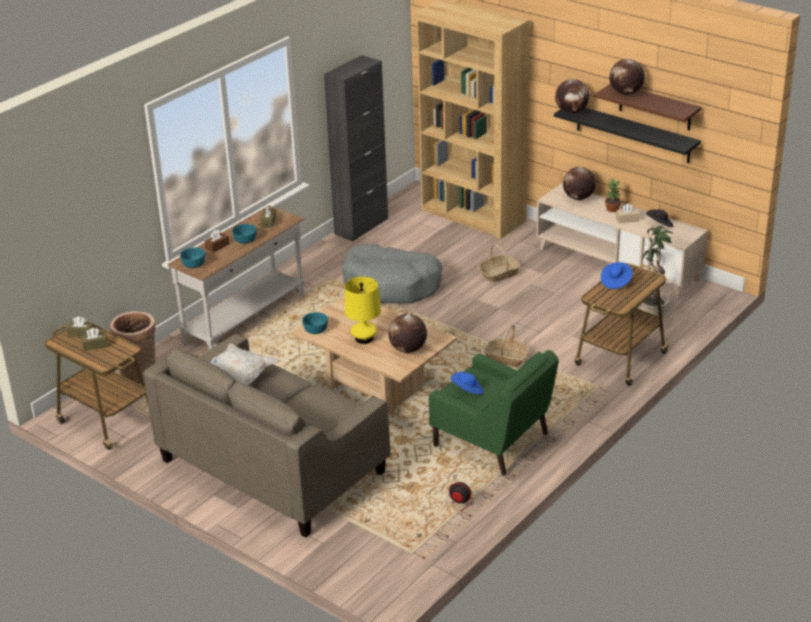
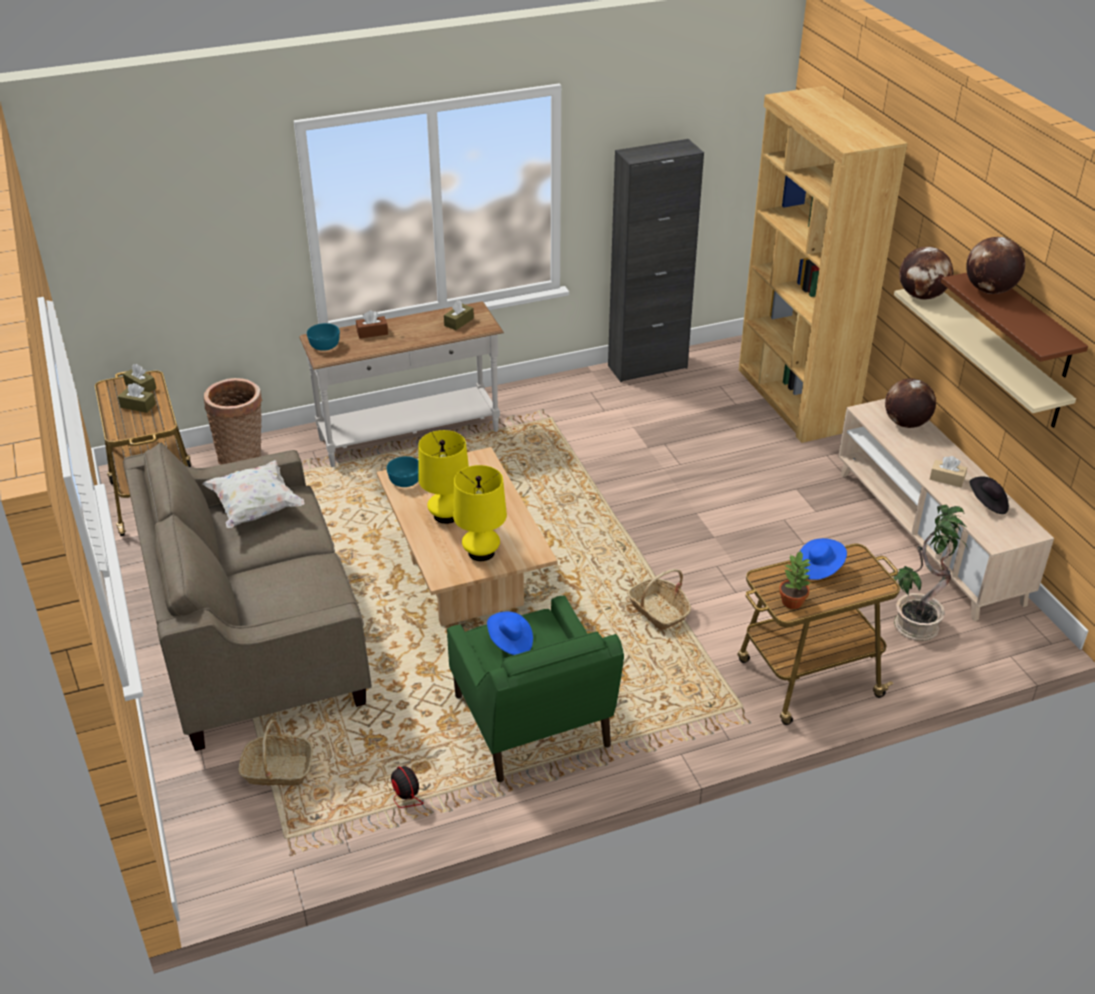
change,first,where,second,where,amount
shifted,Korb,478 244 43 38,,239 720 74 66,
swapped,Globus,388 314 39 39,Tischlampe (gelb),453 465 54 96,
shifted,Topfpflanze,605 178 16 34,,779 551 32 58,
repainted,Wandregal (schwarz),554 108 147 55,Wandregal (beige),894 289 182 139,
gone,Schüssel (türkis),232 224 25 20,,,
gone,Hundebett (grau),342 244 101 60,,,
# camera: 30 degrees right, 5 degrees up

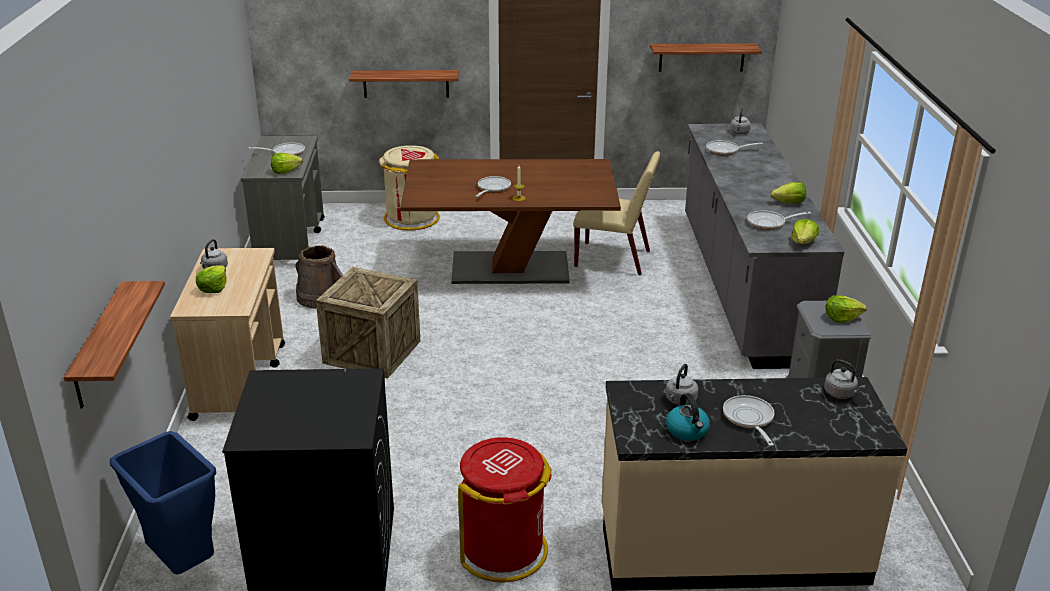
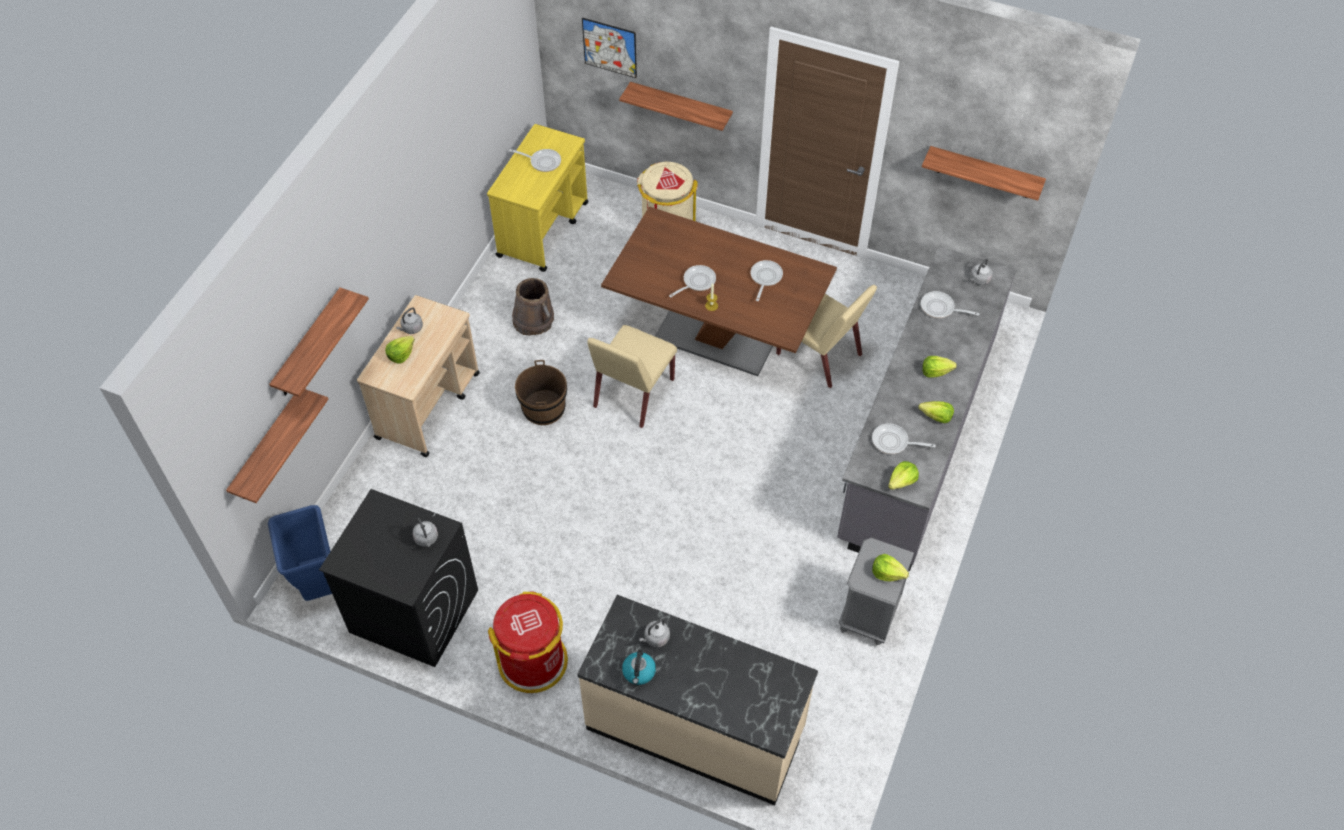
change,first,where,second,where,amount
new,,,Wandregal,269 288 100 109,
shifted,Wasserkessel (grau),824 359 42 40,,412 518 26 29,
repainted,Rollwagen (grau),241 135 84 125,Rollwagen (gelb),487 124 101 148,
swapped,Kiste,316 267 104 112,Eimer (braun),515 360 52 65,
new,,,Bild,582 18 55 60,
new,,,Stuhl (beige),587 325 90 103,
shifted,Pfanne,723 395 52 51,,751 260 32 41,
shifted,Salatkopf,271 153 32 21,,922 356 35 22,
# camera: 25 degrees right, 25 degrees up

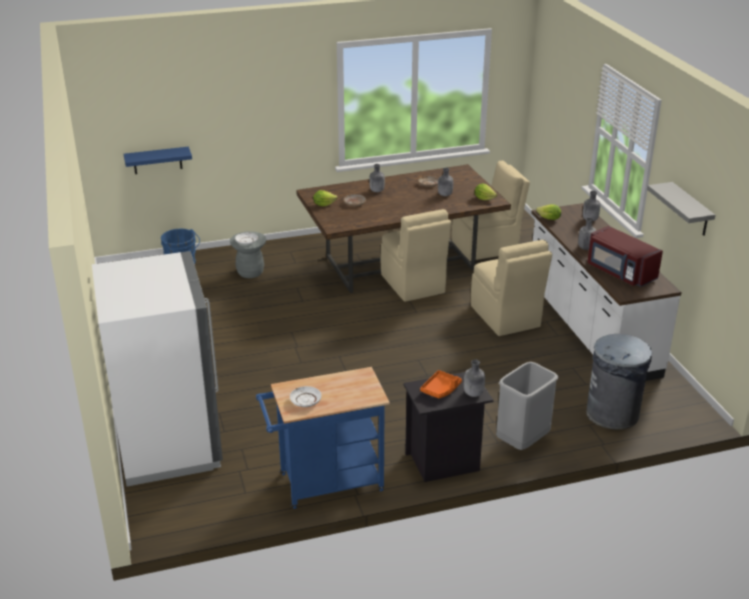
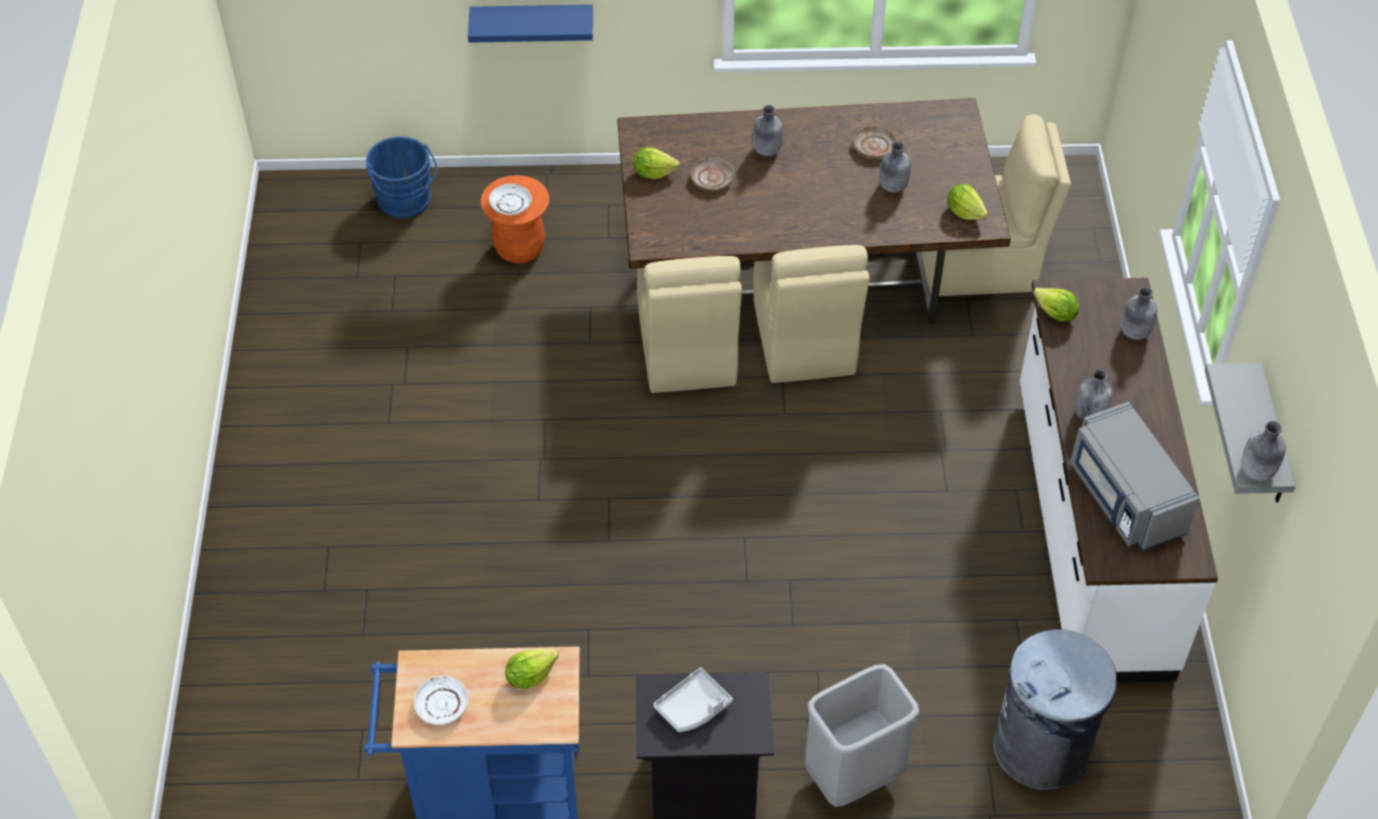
change,first,where,second,where,amount
shifted,Wandregal (blau),124 146 68 28,,468 4 125 39,
repainted,Hocker (grau),230 231 37 47,Hocker (orange),481 175 68 88,
new,,,Salatkopf,505 649 54 40,
shifted,Stuhl (beige),471 240 81 96,,637 256 105 137,
repainted,Tablett (orange),420 370 42 28,Tablett (grau),653 667 80 65,
repainted,Mikrowelle (rot),588 226 75 61,Mikrowelle (grau),1070 402 130 149,
shifted,Flasche (grau),464 359 21 38,,1241 421 45 60,
gone,Kühlschrank (weiß),92 251 131 236,,,
# camera: 15 degrees right, 20 degrees up

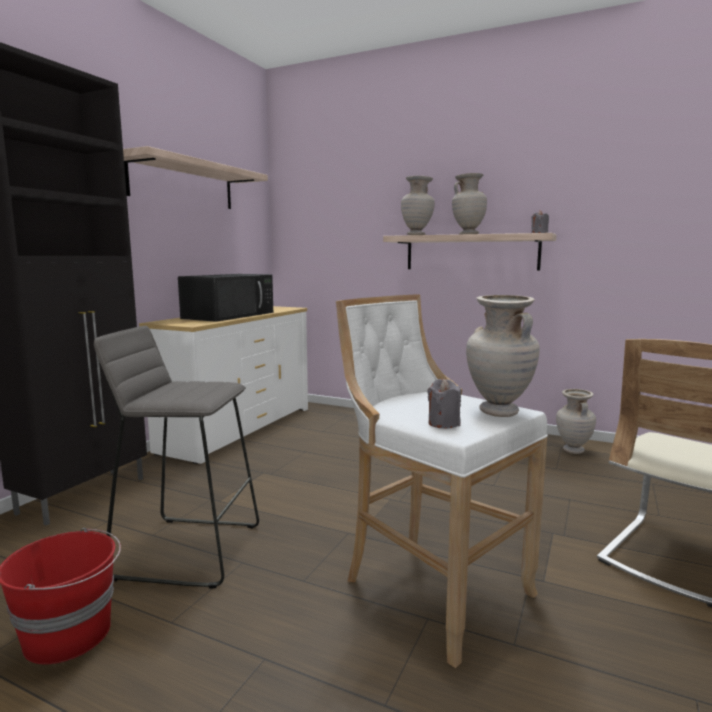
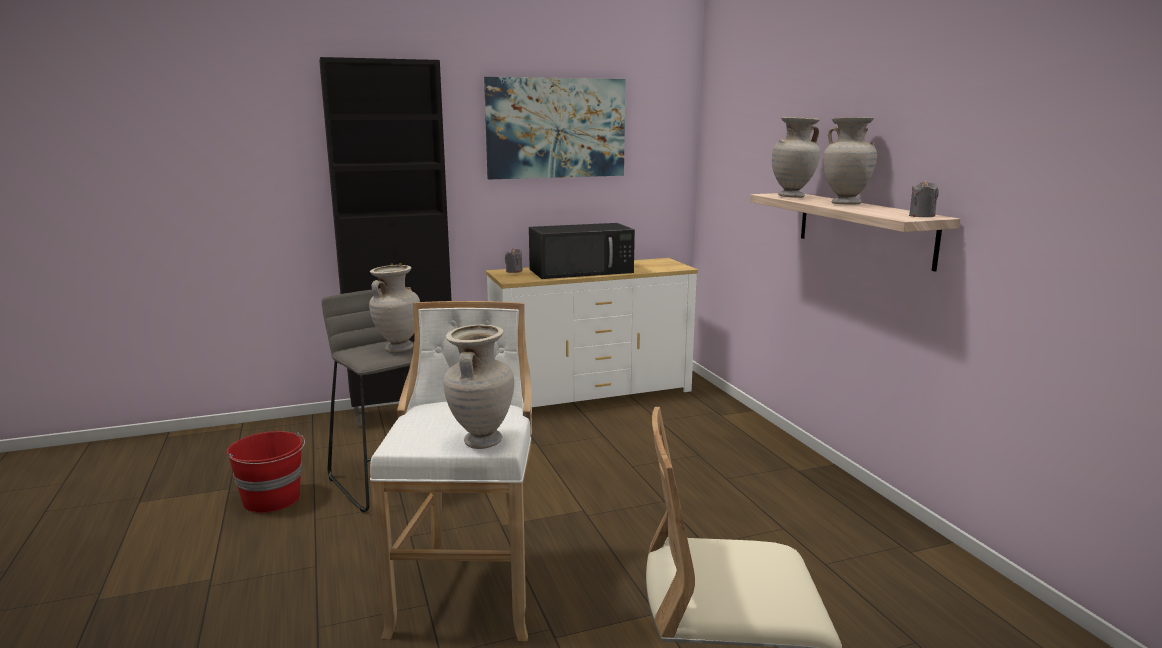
change,first,where,second,where,amount
shifted,Vase (beige),556 389 40 65,,369 265 51 87,
swapped,Wandregal,123 146 145 63,Bild,484 77 141 102,
shifted,Kerze (grau),428 379 33 49,,505 248 18 25,
# camera: 45 degrees right, 5 degrees up

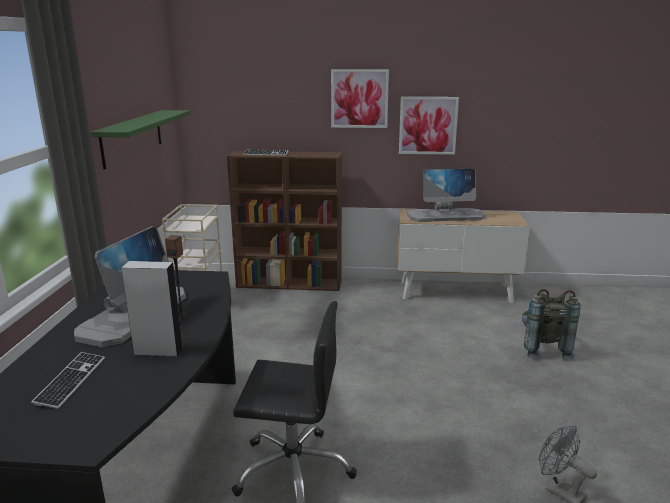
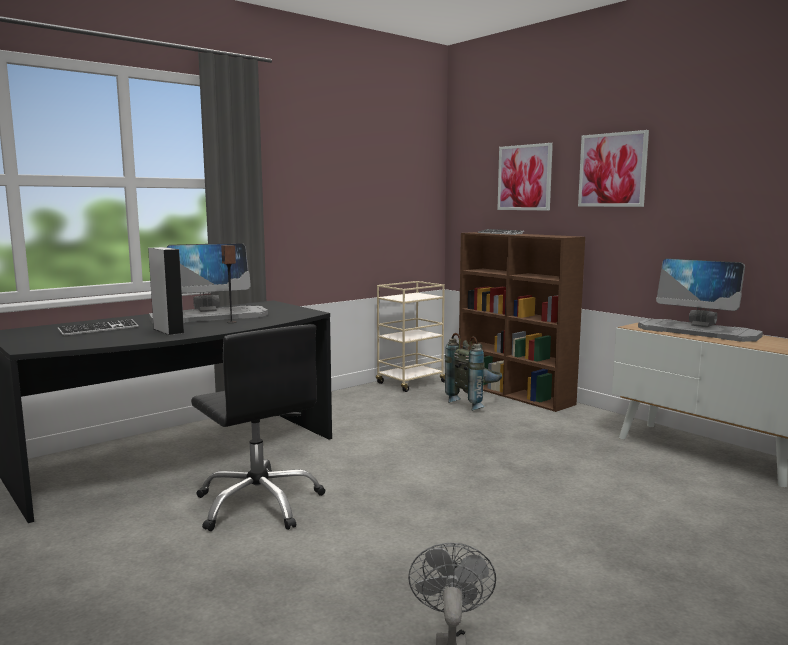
change,first,where,second,where,amount
shifted,Rucksack (grau),522 289 59 71,,445 333 57 78,
shifted,Bild,399 97 60 58,,497 143 56 68,
gone,Wandregal (grün),90 110 101 60,,,
# camera: 45 degrees right, 10 degrees down

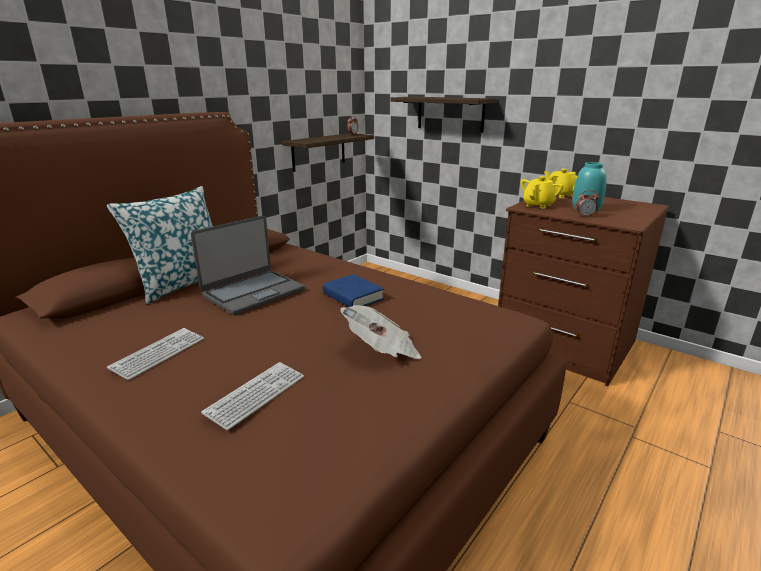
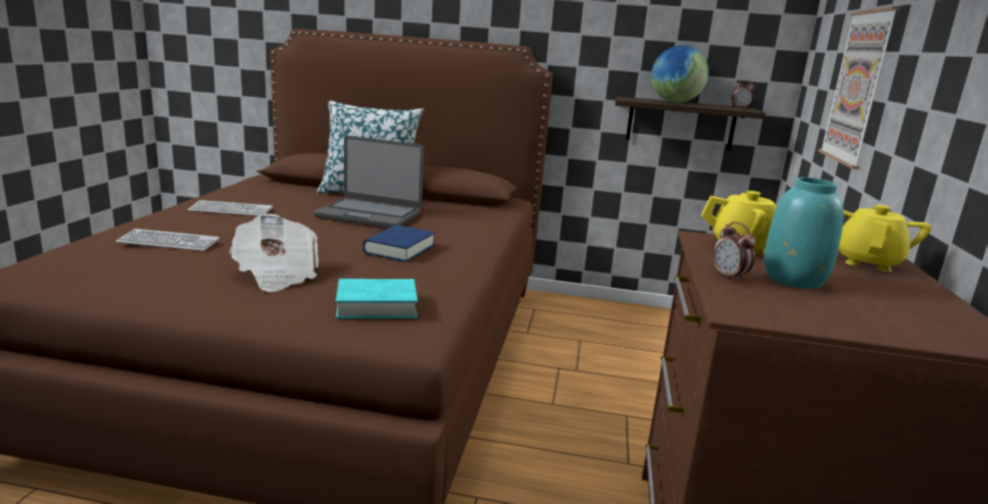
change,first,where,second,where,amount
new,,,Buch (türkis),336 279 82 40,
new,,,Globus,651 45 58 58,
swapped,Wandregal,390 97 107 35,Bild,818 6 82 164,
# camera: 60 degrees right, 5 degrees down

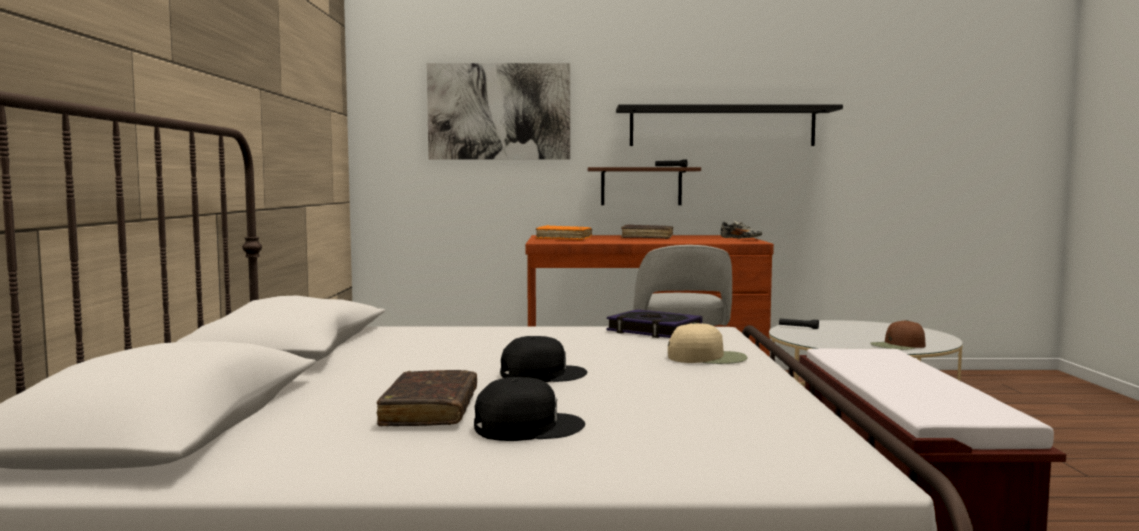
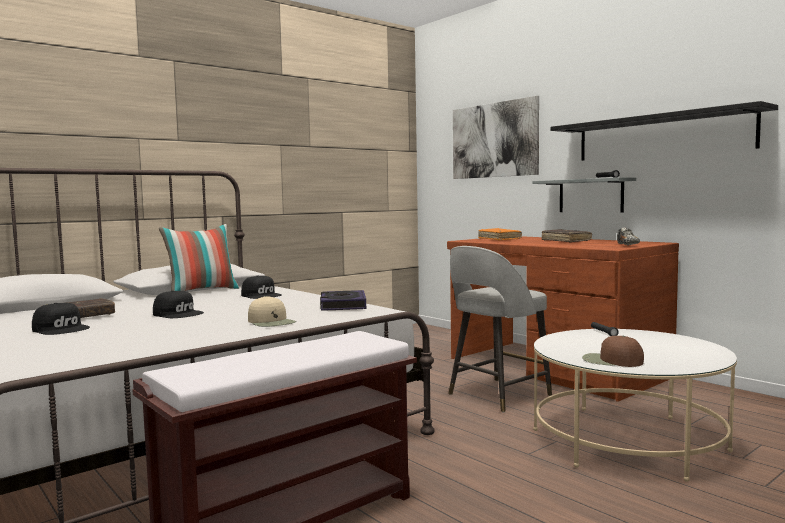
change,first,where,second,where,amount
new,,,Kissen,159 224 80 67,
new,,,Kappe (schwarz),241 275 41 24,
repainted,Wandregal (braun),587 167 114 38,Wandregal (grau),533 177 103 36,
# camera: 50 degrees right, 0 degrees up

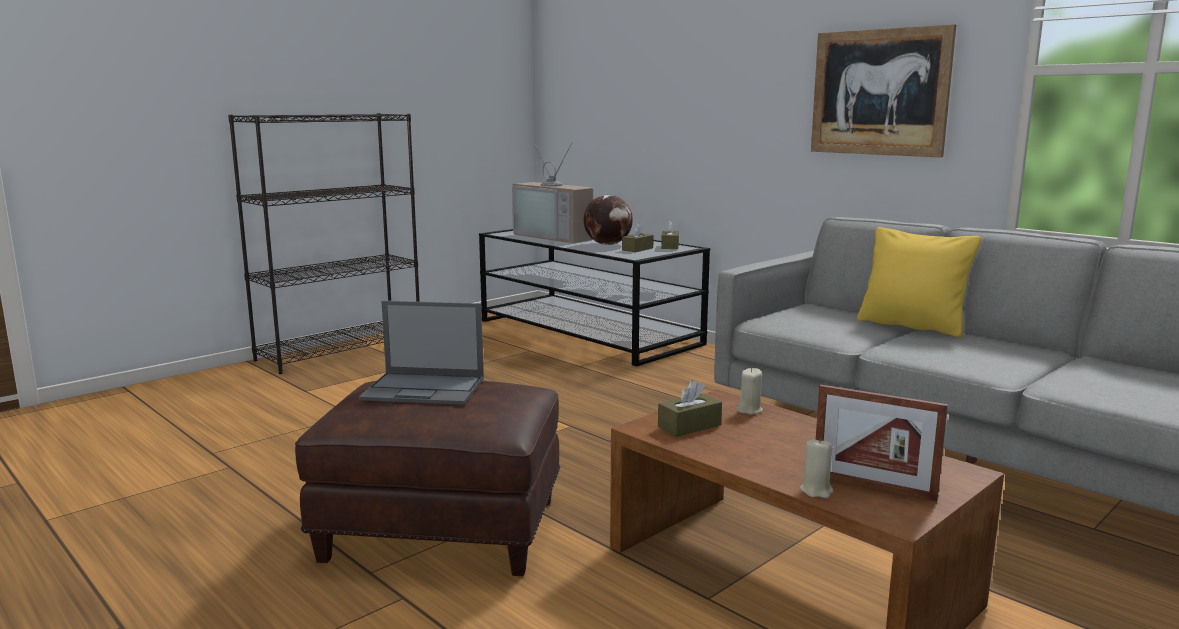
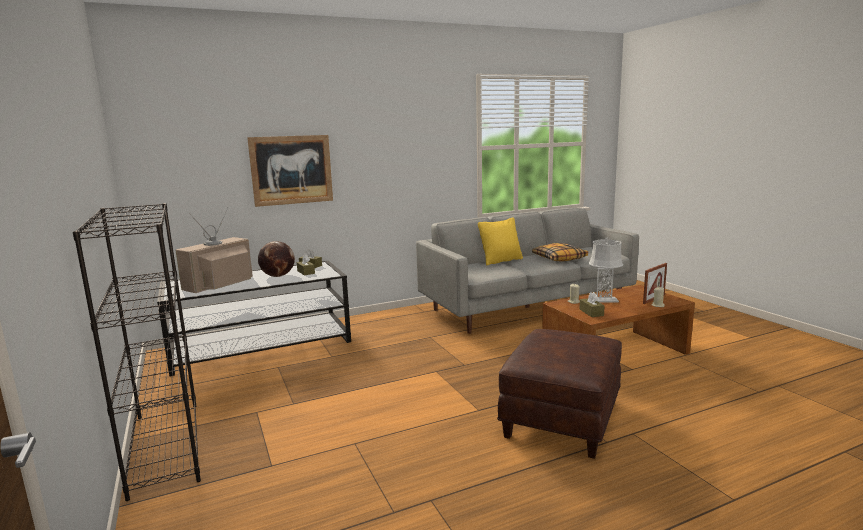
change,first,where,second,where,amount
rotated,Fernseher,512 141 81 102,,175 208 78 85,150 degrees clockwise
shifted,Bild,811 24 145 134,,247 135 86 72,
new,,,Kissen,532 243 56 19,
new,,,Tischlampe (grau),589 237 34 65,
gone,Laptop,359 301 125 104,,,
# camera: 70 degrees left, 0 degrees up

